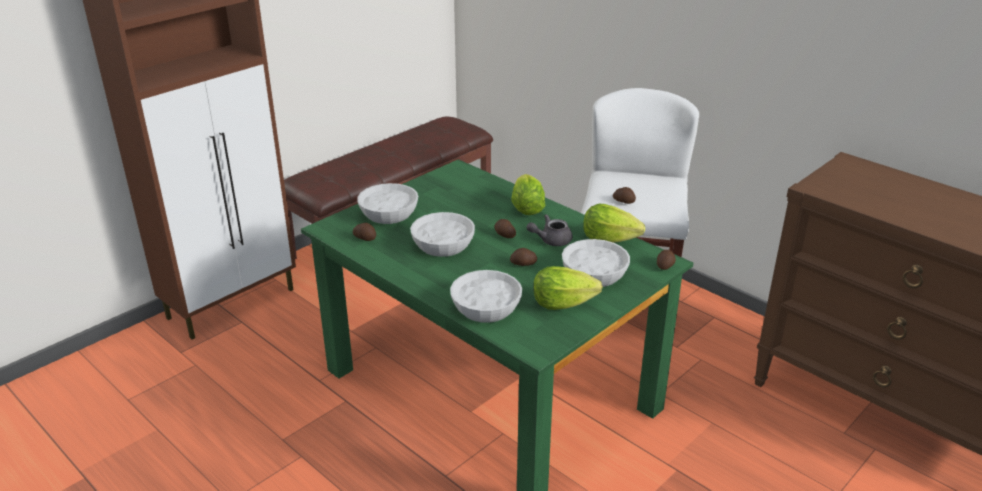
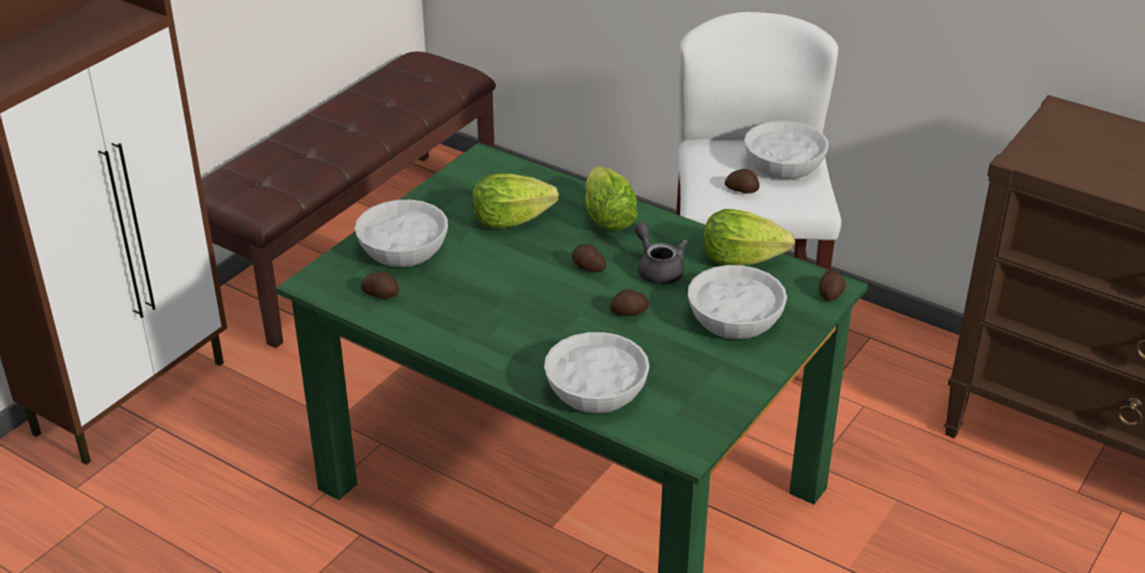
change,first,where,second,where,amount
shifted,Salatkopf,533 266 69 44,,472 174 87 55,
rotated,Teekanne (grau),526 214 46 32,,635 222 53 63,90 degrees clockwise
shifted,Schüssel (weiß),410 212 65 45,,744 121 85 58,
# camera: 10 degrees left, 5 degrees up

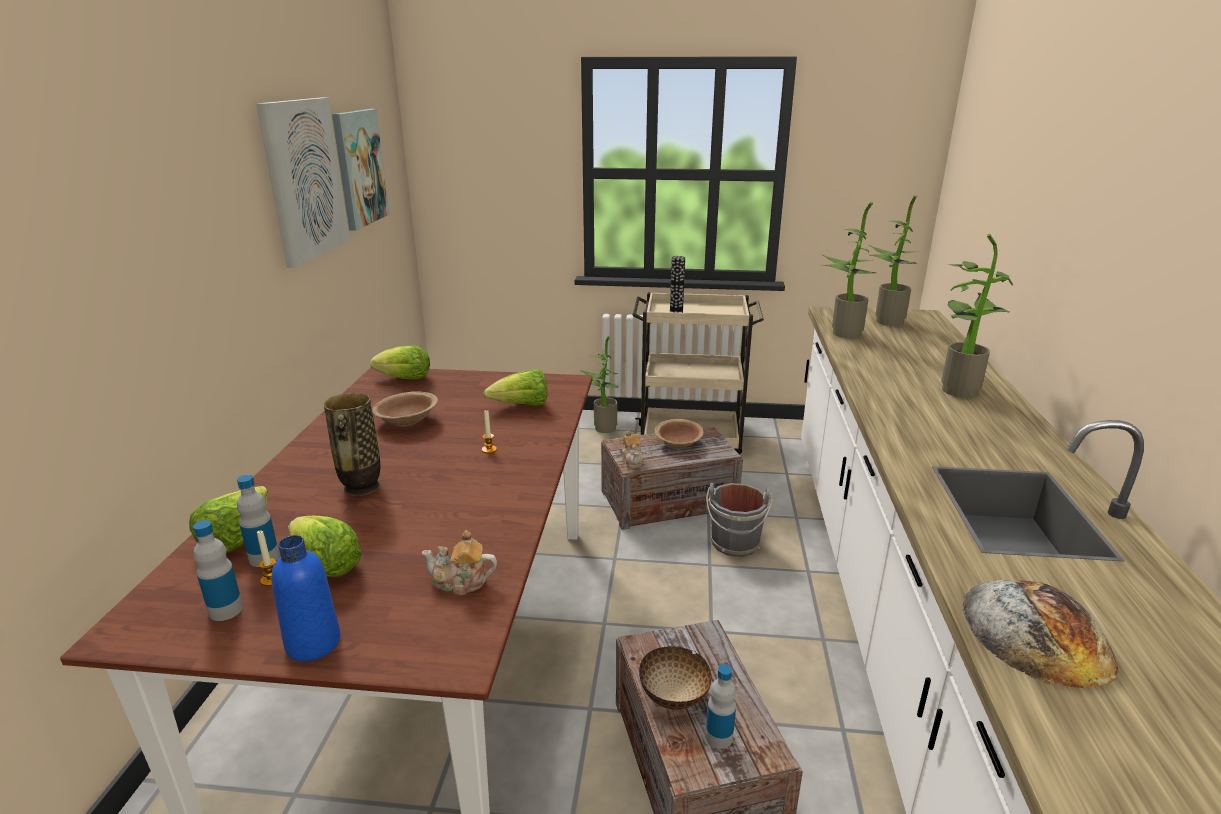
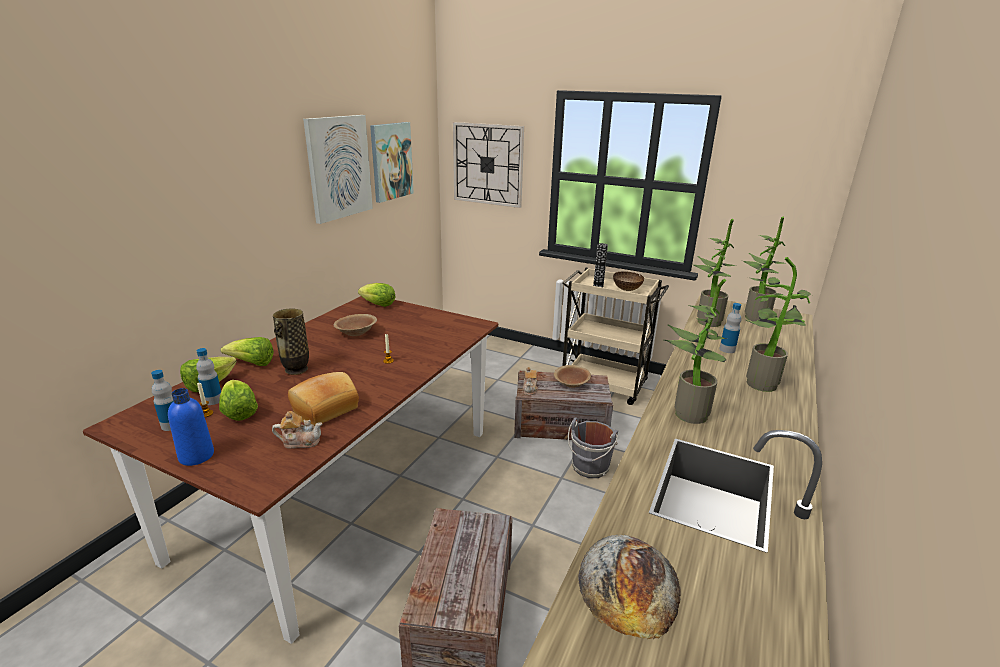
change,first,where,second,where,amount
shifted,Salatkopf,483 369 65 37,,221 337 53 29,
rotated,Teekanne,422 530 75 65,,272 411 50 38,150 degrees clockwise
new,,,Brot,288 372 71 54,
new,,,Wanduhr,453 122 71 86,
shifted,Schüssel,639 646 73 64,,613 271 31 20,
shifted,Topfpflanze,580 336 39 97,,664 279 62 145,
shifted,Flasche,705 664 31 85,,719 303 22 50,
# camera: 20 degrees right, 0 degrees up

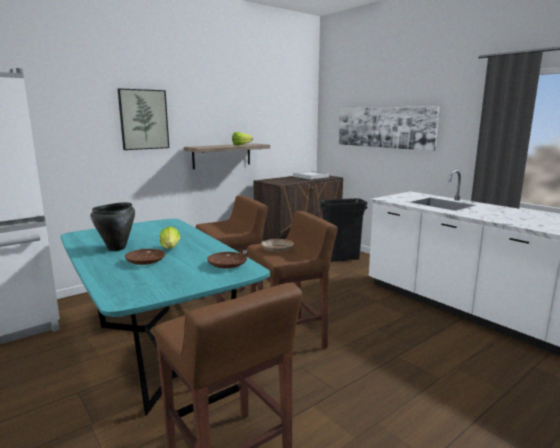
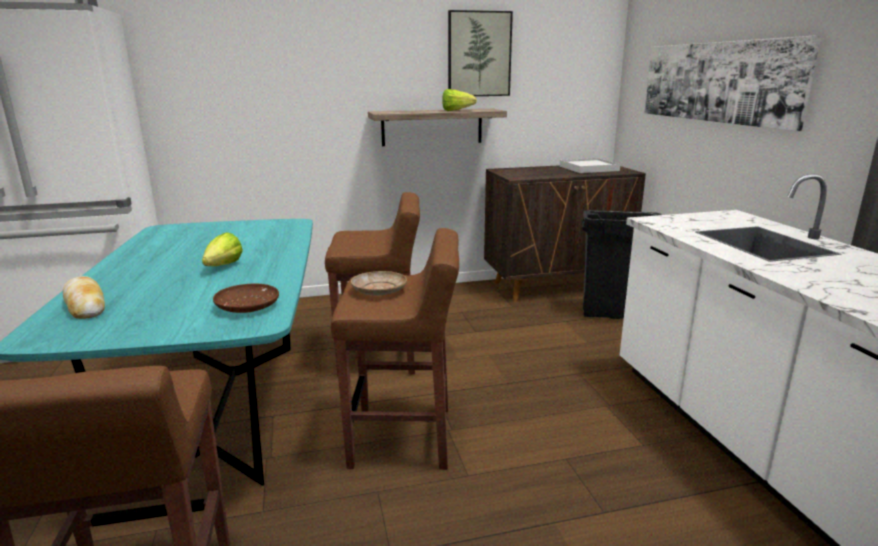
change,first,where,second,where,amount
new,,,Brot,63 276 42 43,
shifted,Bild,118 88 51 62,,448 10 65 86,
gone,Kochtopf (schwarz),91 202 44 49,,,
gone,Teller (braun),125 249 40 16,,,
# camera: 25 degrees right, 5 degrees up

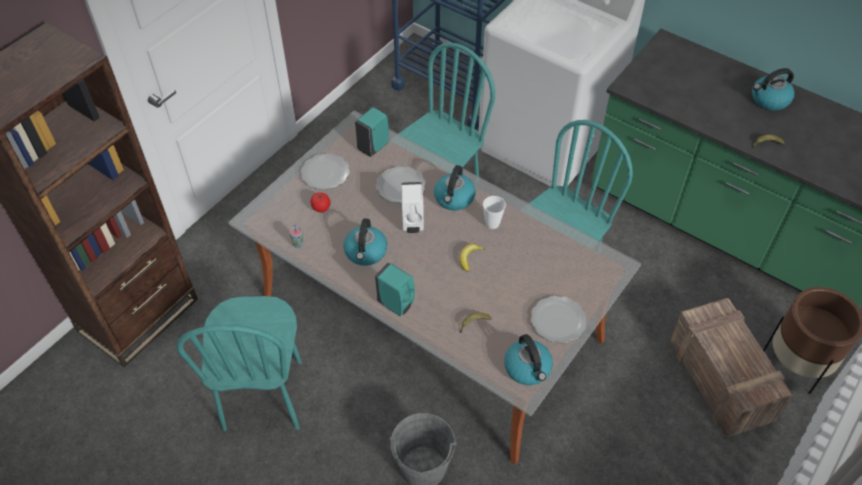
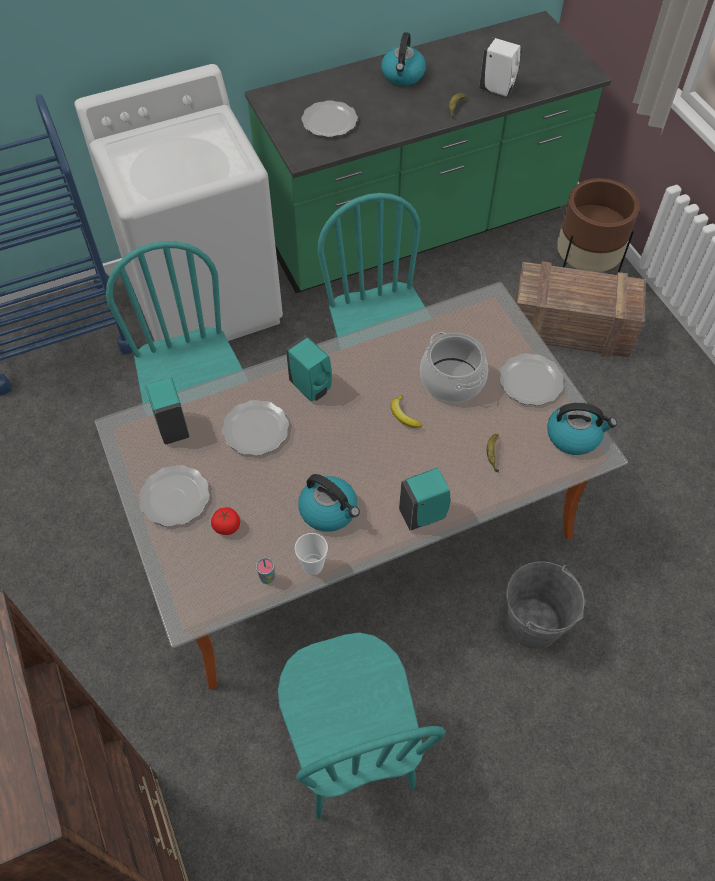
change,first,where,second,where,amount
rotated,Stuhl (türkis),176 296 126 135,,278 632 167 187,45 degrees clockwise
swapped,Wasserkessel,434 165 42 45,Seifenspender (türkis),286 336 46 66,
shifted,Tasse,483 196 23 33,,295 533 33 42,
new,,,Teller,301 100 57 37,
new,,,Kochtopf,420 332 68 71,
shifted,Seifenspender (weiß),401 182 23 51,,479 38 41 59,
# camera: 60 degrees left, 5 degrees up

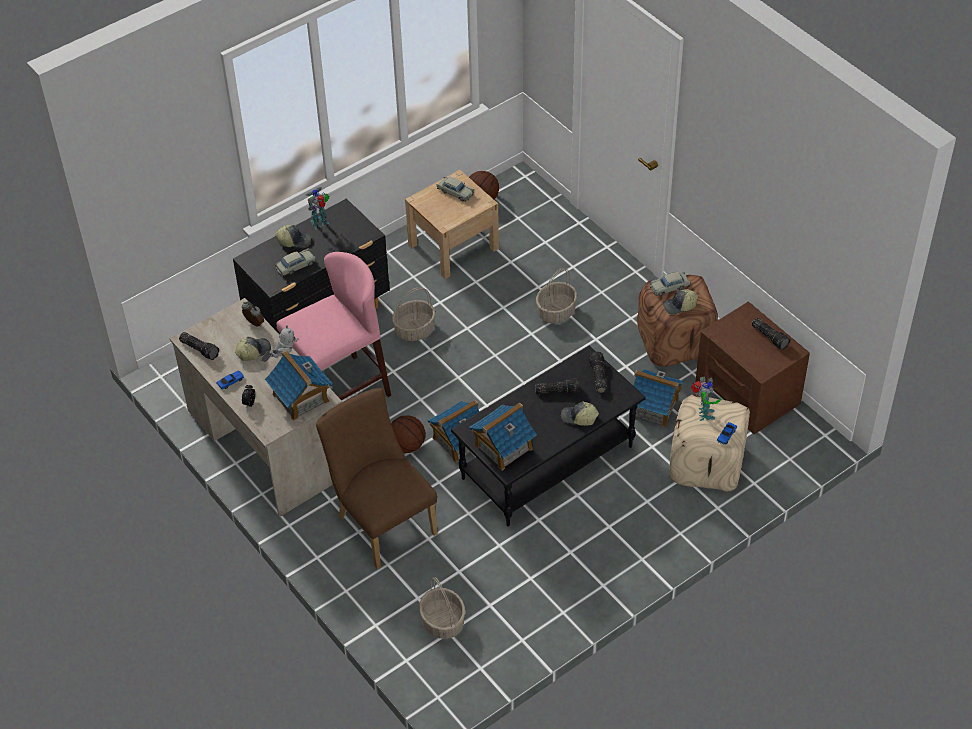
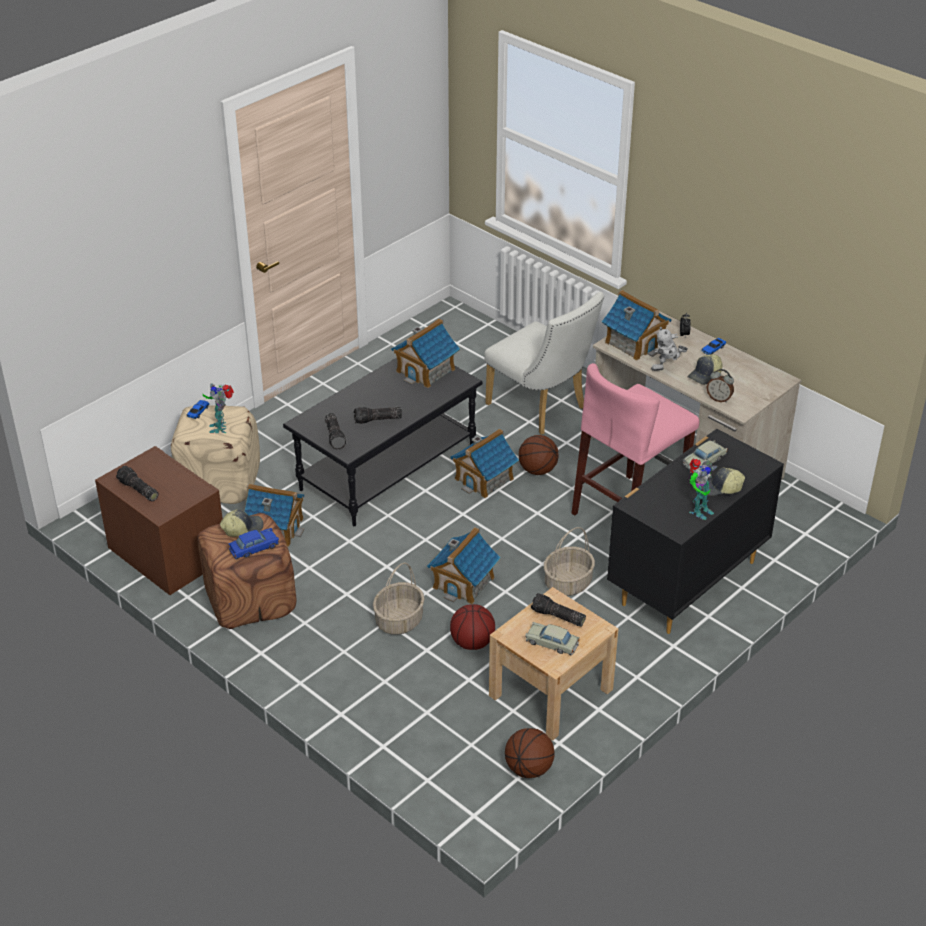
change,first,where,second,where,amount
repainted,Spielzeugauto (beige),650 272 41 24,Spielzeugauto (blau),228 528 51 32,
new,,,Spielzeughaus,427 527 74 77,
new,,,Basketball,450 604 45 46,
repainted,Stuhl (braun),316 388 122 181,Stuhl (weiß),484 292 120 143,
shifted,Taschenlampe,179 332 40 28,,531 593 55 34,
gone,Korb,419 577 46 62,,,
gone,Kappe,561 401 38 25,,,
# camera: 170 degrees right, 10 degrees down

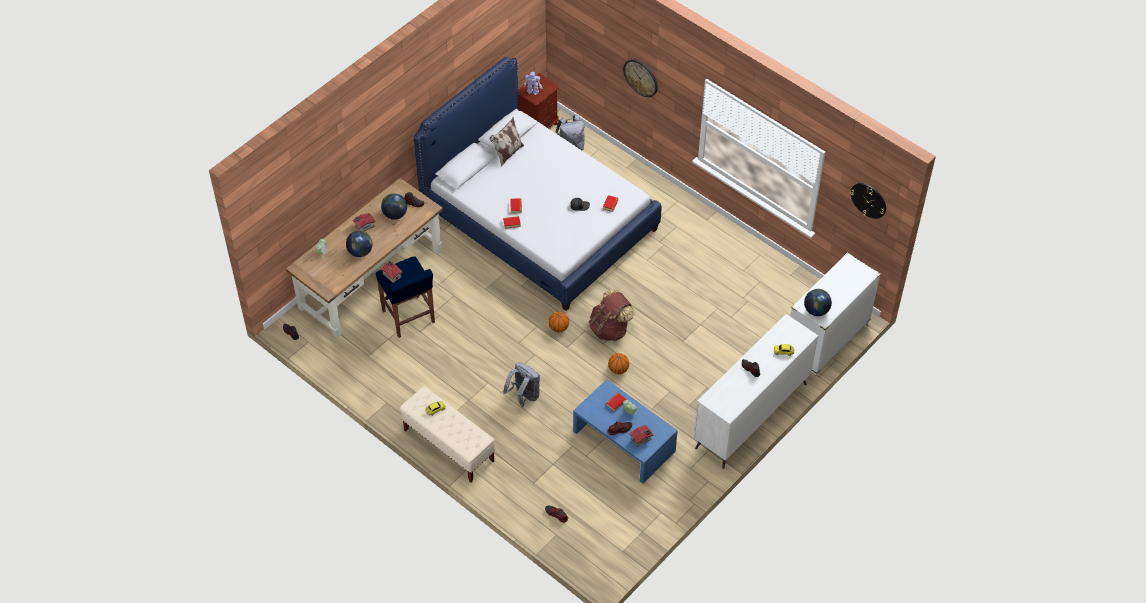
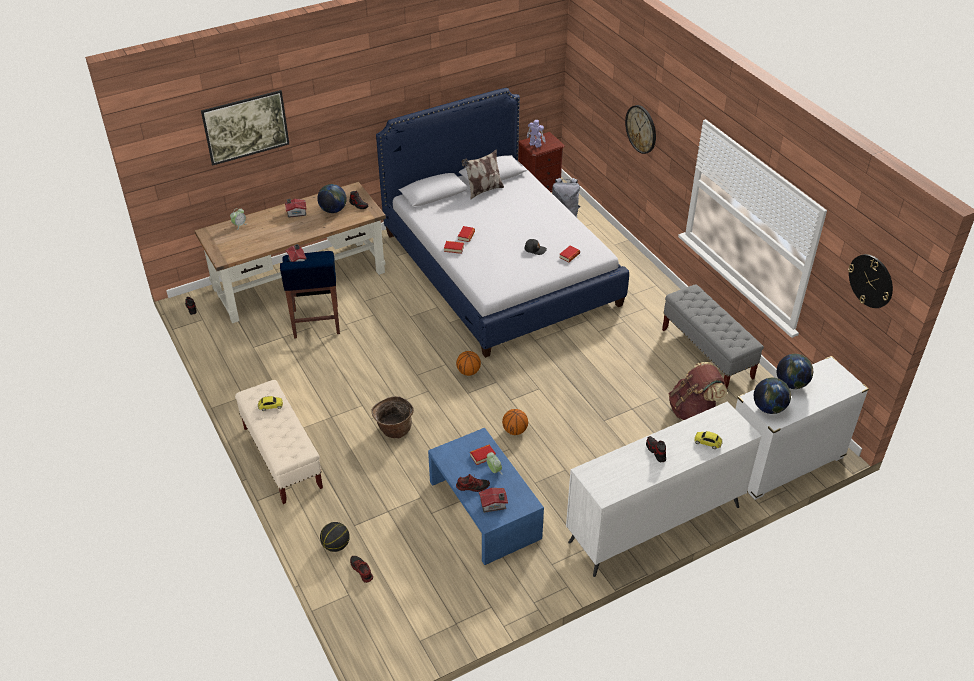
change,first,where,second,where,amount
new,,,Bild,201 90 88 75,
new,,,Basketball,320 522 30 30,
swapped,Rucksack (grau),503 363 37 44,Korb,372 396 42 43,
new,,,Bank (grau),662 284 102 104,
shifted,Rucksack (braun),589 289 46 52,,669 362 58 58,
shifted,Globus,346 231 27 26,,777 354 36 35,
# camera: 20 degrees right, 10 degrees down

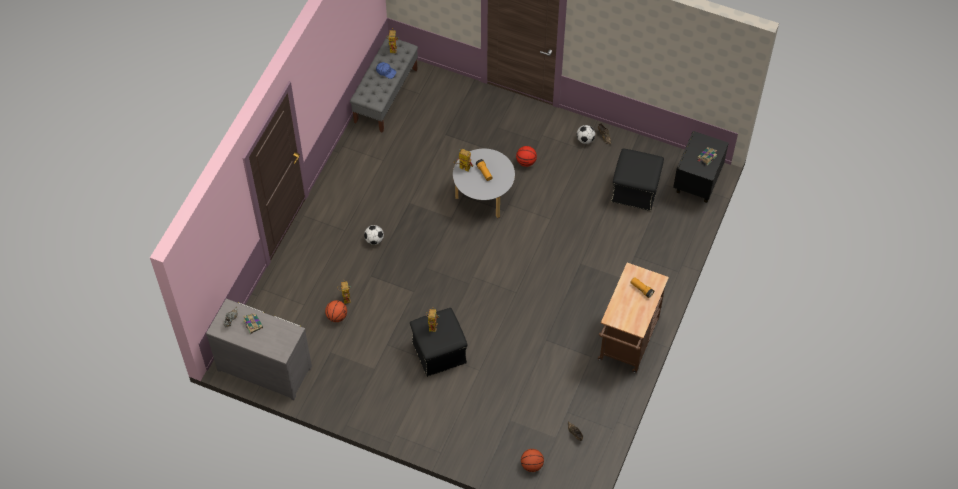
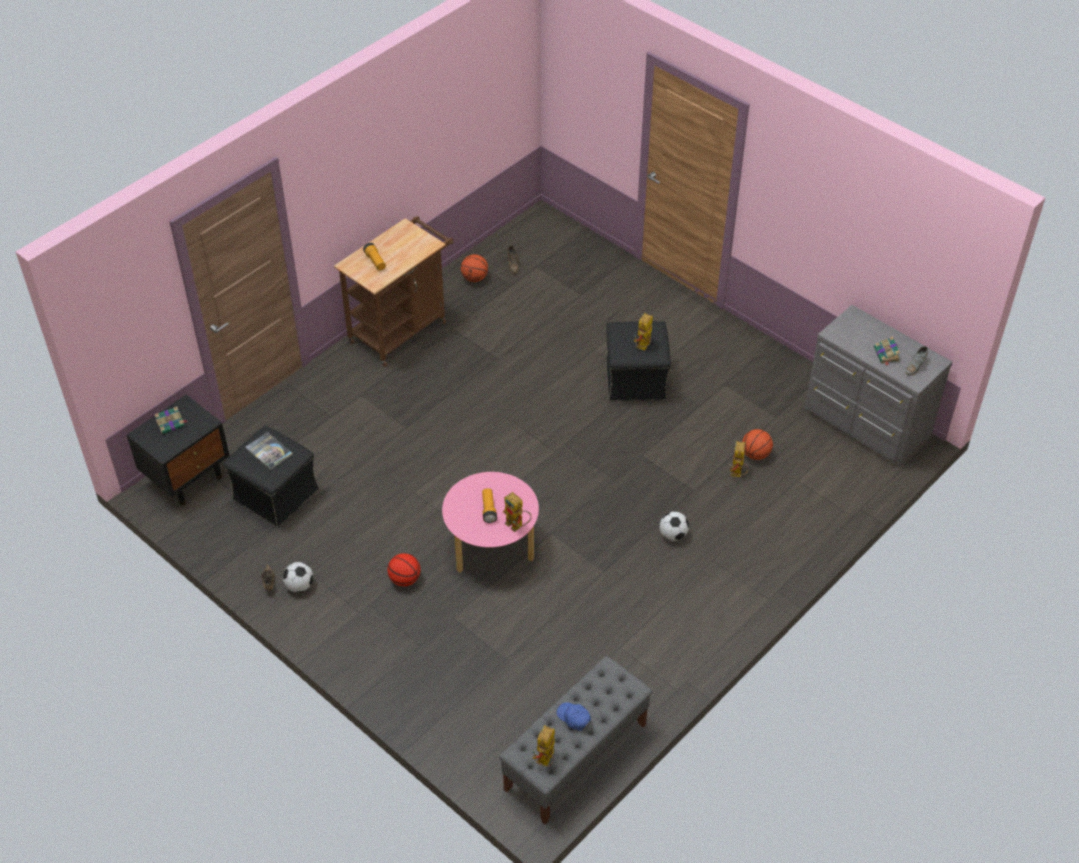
change,first,where,second,where,amount
new,,,Buch,245 432 48 38,
repainted,Couchtisch (grau),453 149 62 69,Couchtisch (rosa),442 472 97 101,
shifted,Basketball,521 449 23 23,,461 254 27 28,
# camera: 160 degrees left, 10 degrees down

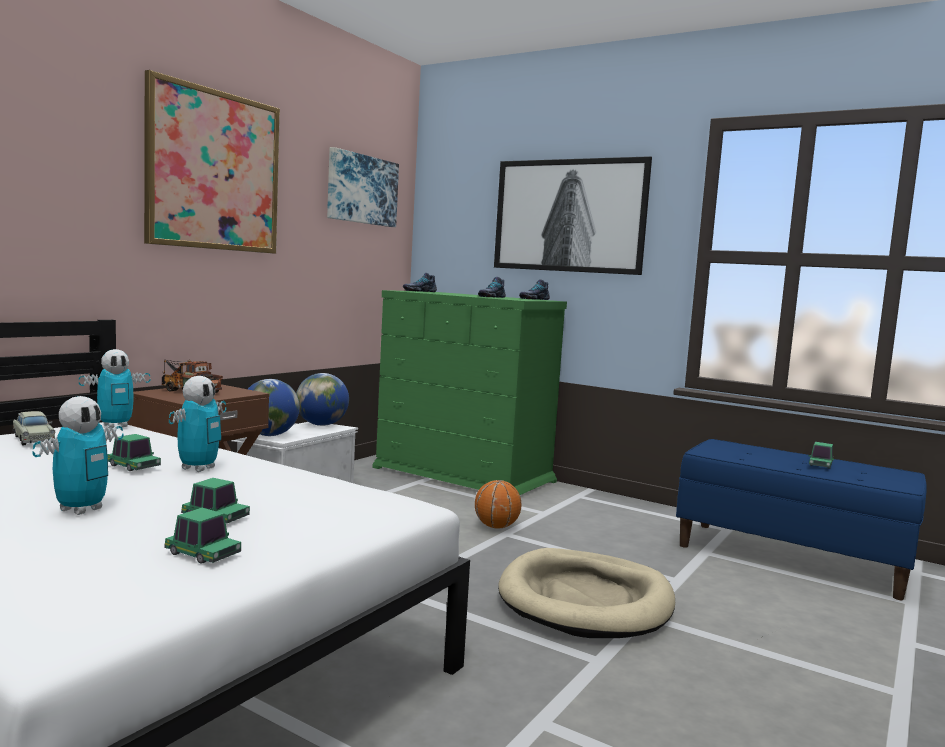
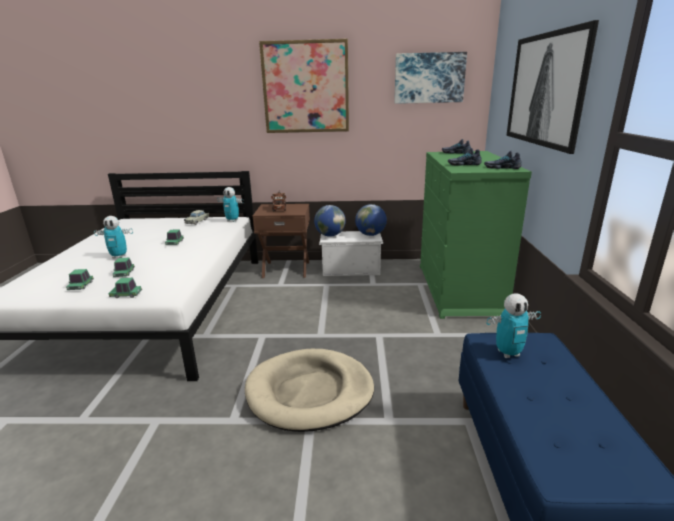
change,first,where,second,where,amount
shifted,Spielzeugauto,809 442 25 27,,108 278 34 20,
shifted,Spielzeugroboter,169 376 58 96,,486 293 55 65,
gone,Basketball,475 480 46 49,,,
# camera: 60 degrees right, 15 degrees up

